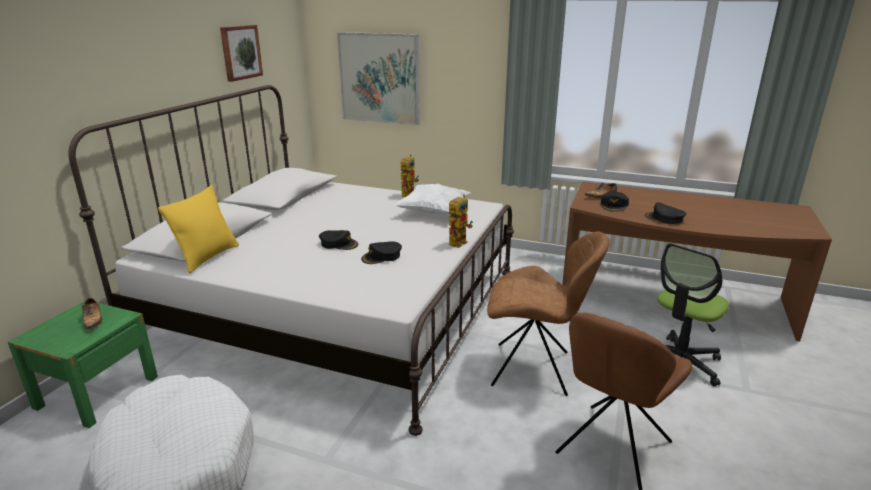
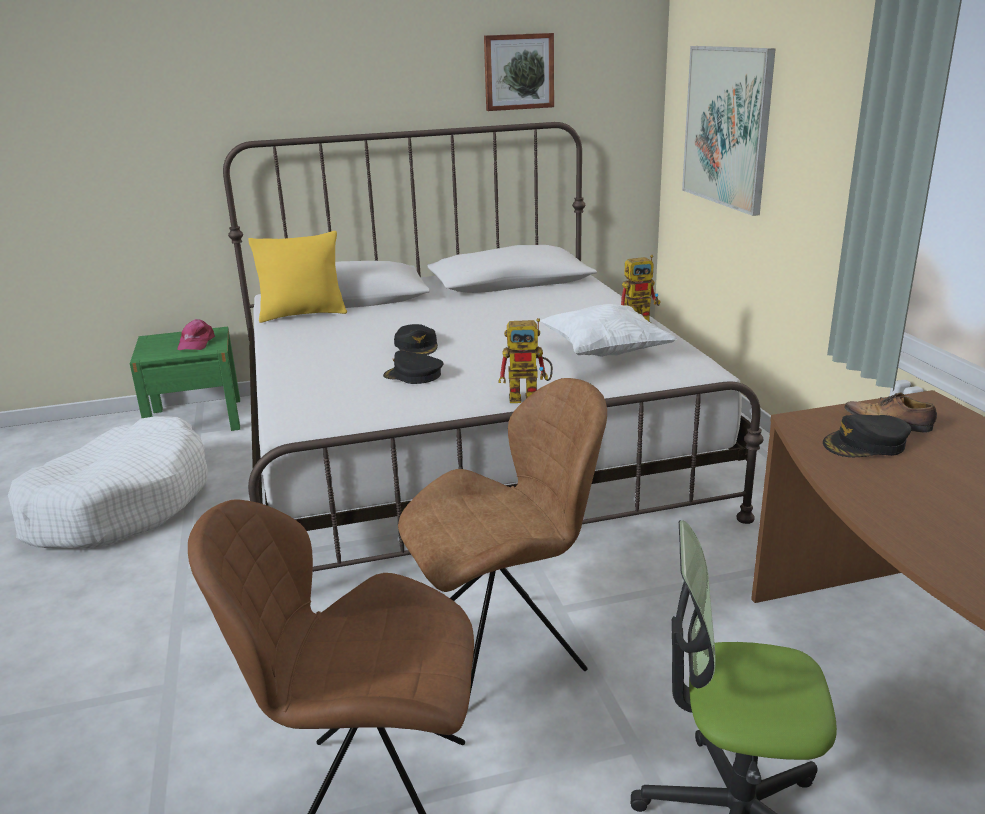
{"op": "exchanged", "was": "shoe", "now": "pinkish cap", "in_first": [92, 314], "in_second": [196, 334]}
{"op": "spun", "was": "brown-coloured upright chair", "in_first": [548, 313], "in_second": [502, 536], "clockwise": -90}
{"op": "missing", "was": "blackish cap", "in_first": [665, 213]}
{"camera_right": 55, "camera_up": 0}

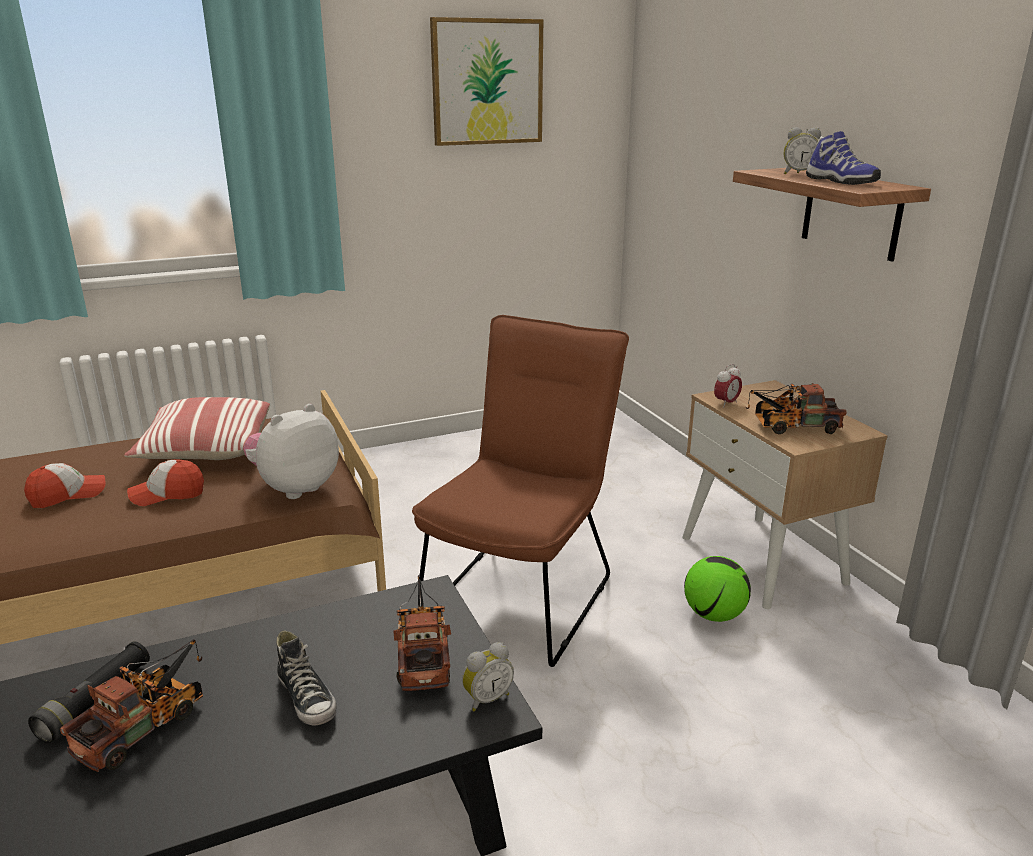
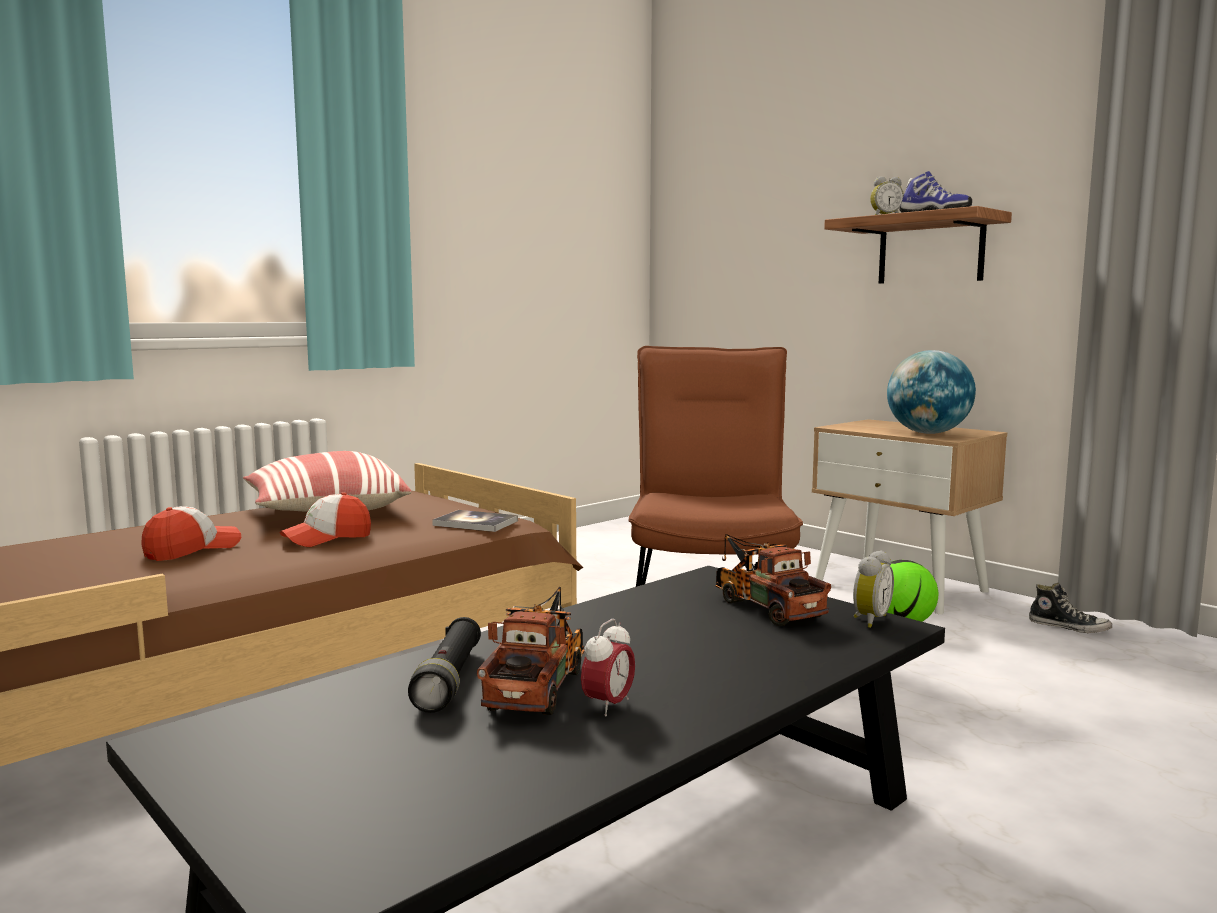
{"op": "exchanged", "was": "plush toy", "now": "volume", "in_first": [291, 451], "in_second": [475, 521]}
{"op": "relocated", "was": "shoe", "in_first": [306, 678], "in_second": [1070, 608]}
{"op": "missing", "was": "picture", "in_first": [486, 81]}
{"op": "relocated", "was": "table clock", "in_first": [728, 385], "in_second": [608, 668]}
{"op": "exchanged", "was": "toy truck", "now": "desk globe", "in_first": [796, 408], "in_second": [931, 392]}
{"camera_right": -20, "camera_up": -15}

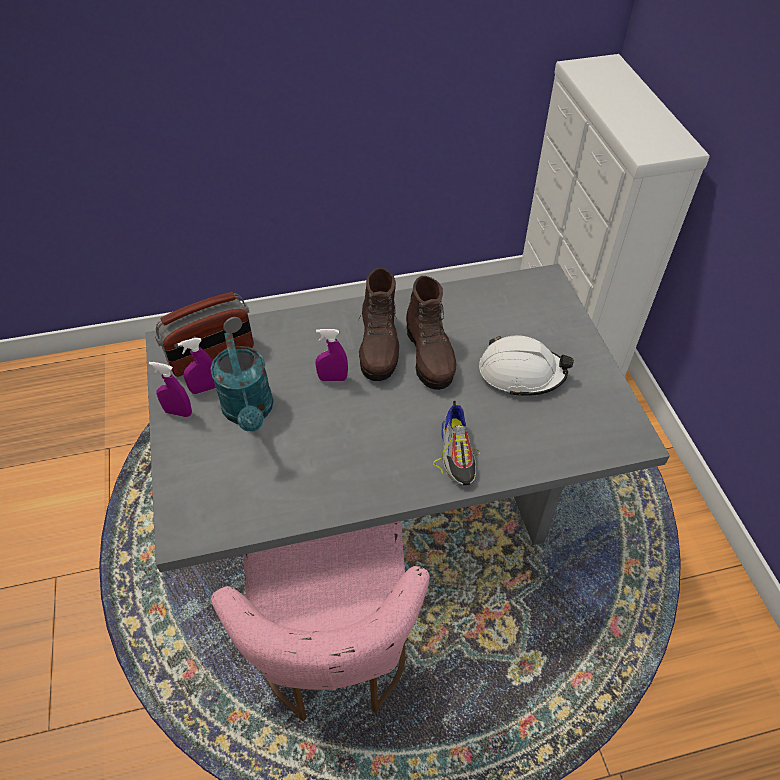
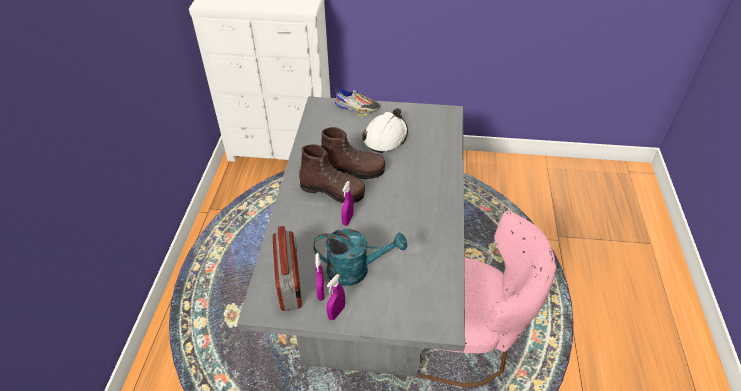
{"op": "relocated", "was": "shoe", "in_first": [456, 443], "in_second": [357, 102]}
{"camera_right": -70, "camera_up": -5}

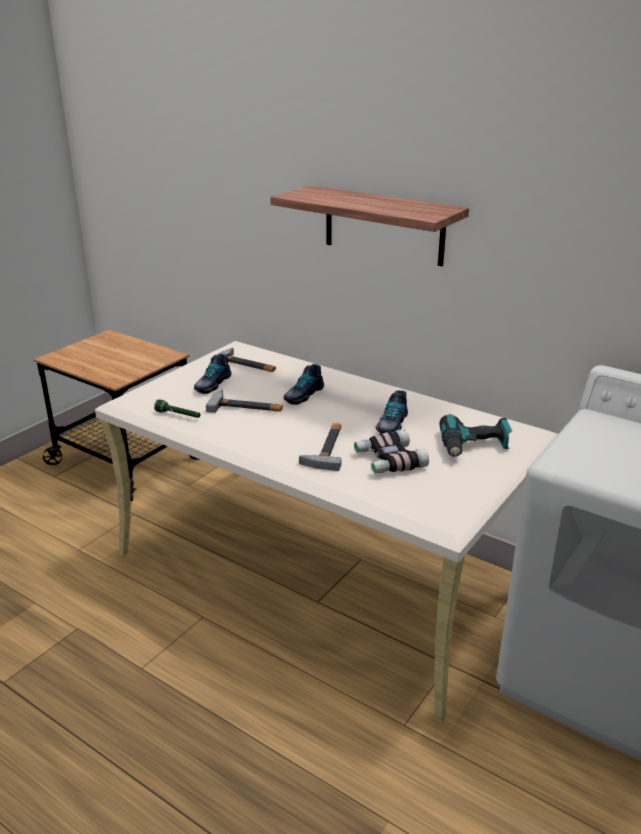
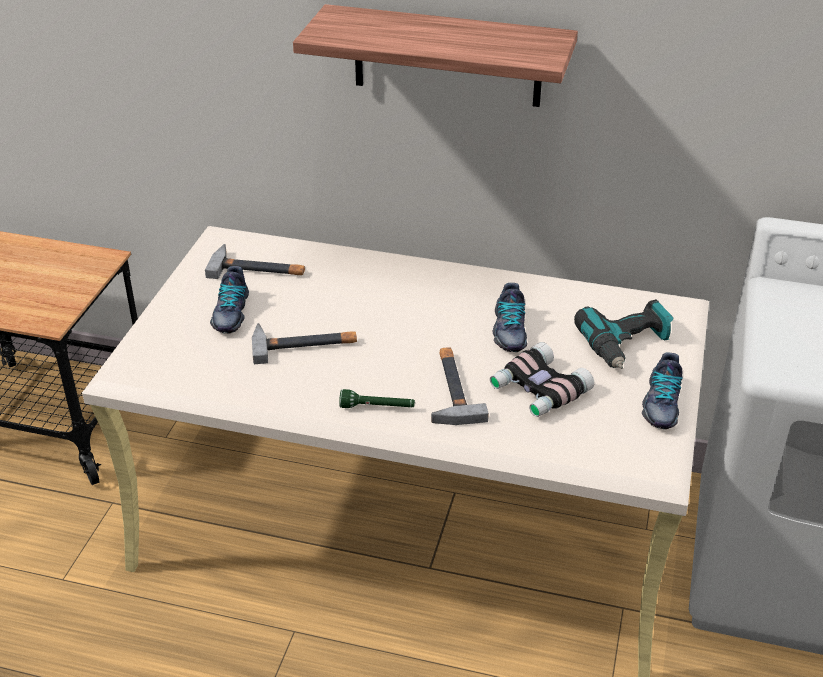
{"op": "relocated", "was": "greenish flashlight", "in_first": [177, 408], "in_second": [377, 398]}
{"op": "relocated", "was": "shoe", "in_first": [304, 384], "in_second": [662, 390]}
{"camera_right": -20, "camera_up": 10}

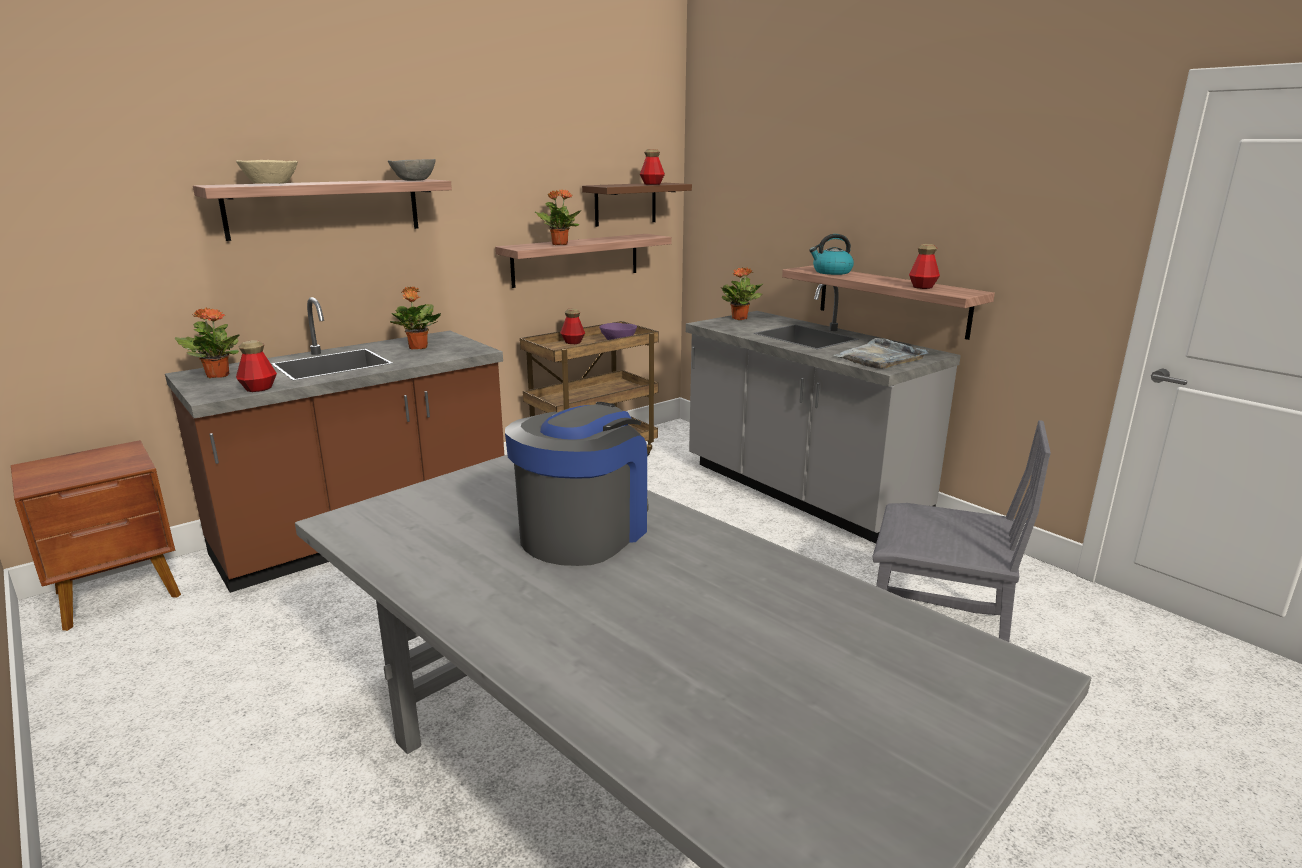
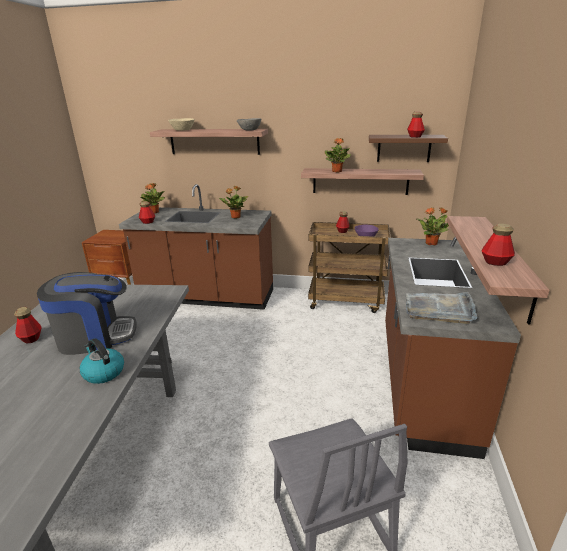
{"op": "colour", "was": "grey counter", "now": "brown-coloured counter", "in_first": [823, 414], "in_second": [453, 348]}
{"op": "relocated", "was": "tea kettle", "in_first": [831, 254], "in_second": [102, 361]}
{"op": "appeared", "now": "beverage bottle", "in_second": [28, 325]}
{"camera_right": 50, "camera_up": 5}

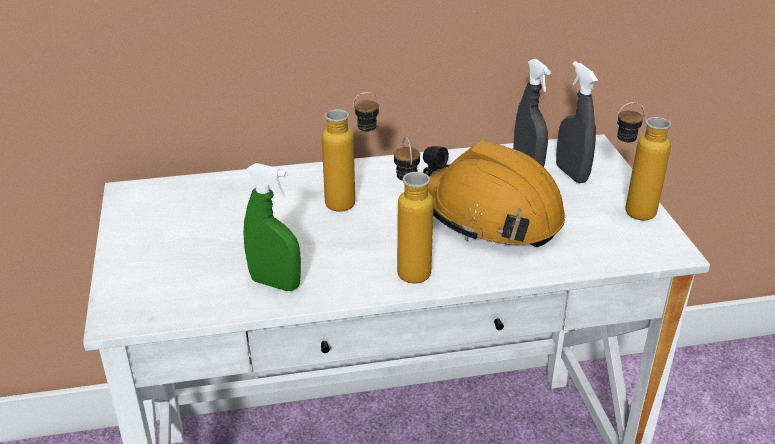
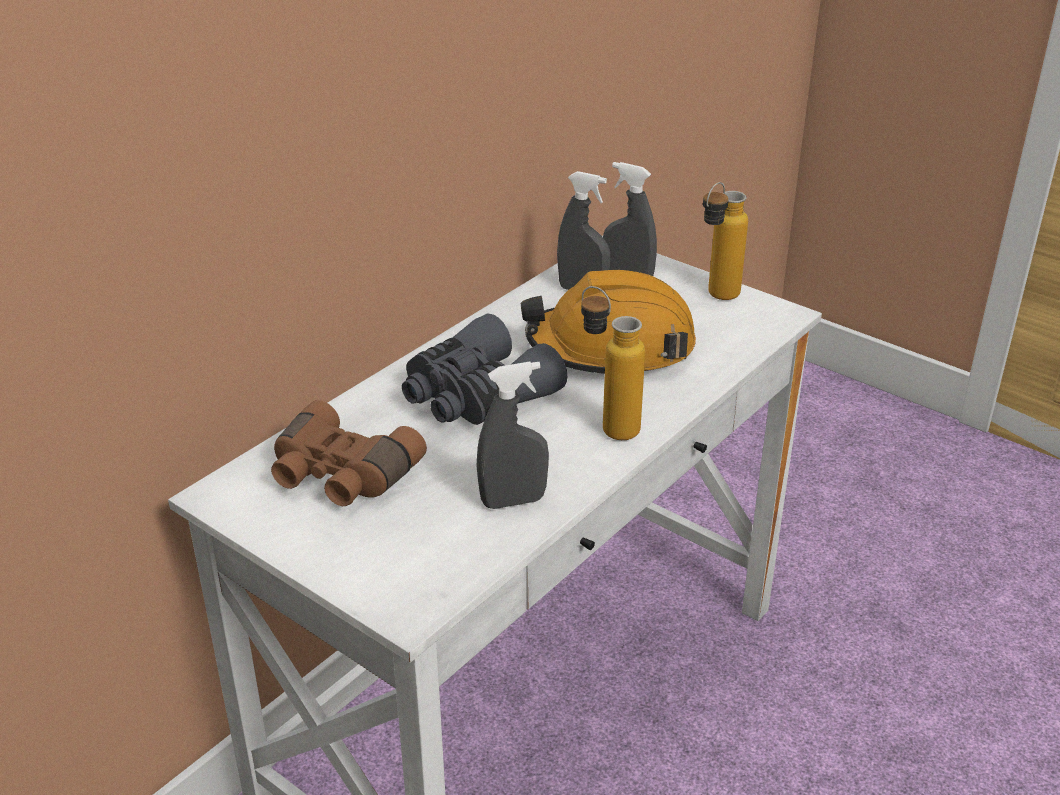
{"op": "colour", "was": "greenish spray bottle", "now": "grey spray bottle", "in_first": [272, 227], "in_second": [512, 435]}
{"op": "exchanged", "was": "beverage bottle", "now": "grey pair of binoculars", "in_first": [351, 152], "in_second": [484, 369]}
{"op": "appeared", "now": "brown-coloured pair of binoculars", "in_second": [349, 453]}
{"camera_right": -40, "camera_up": 0}

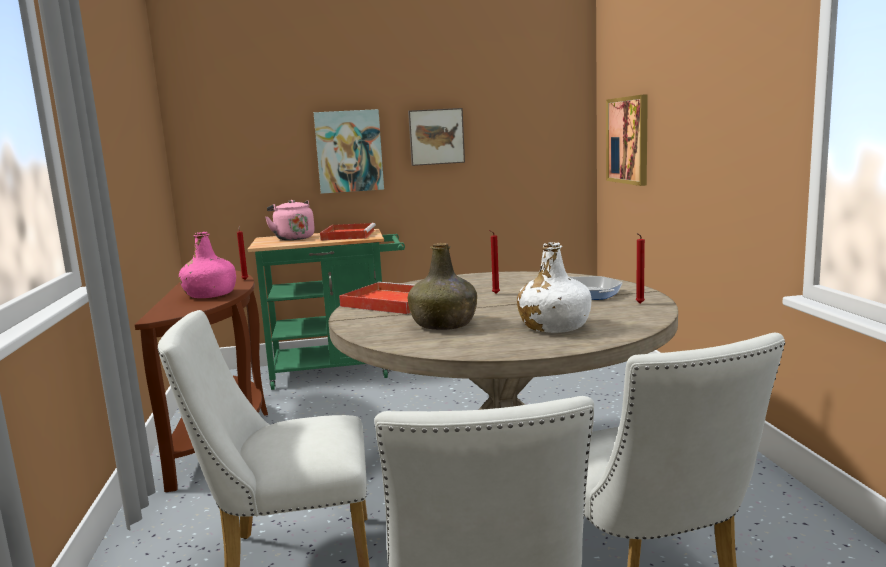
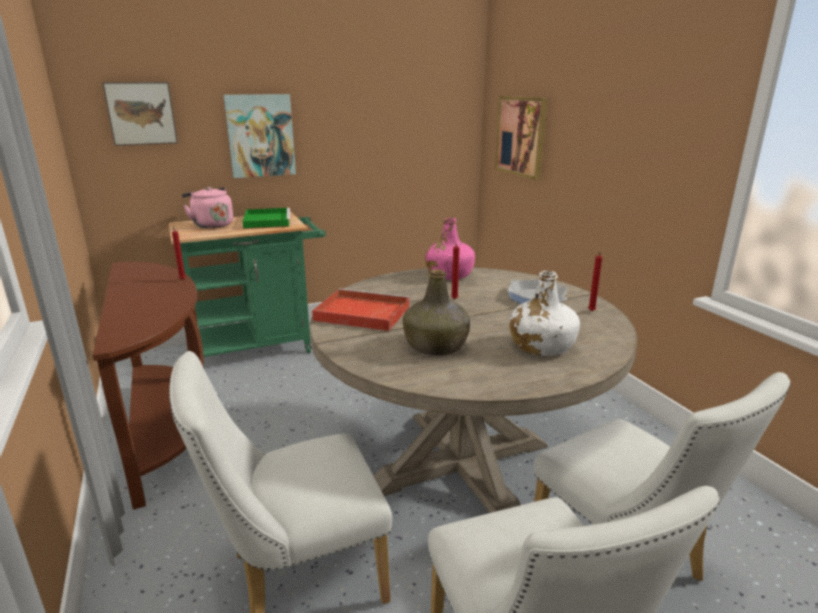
{"op": "relocated", "was": "pinkish beverage bottle", "in_first": [207, 265], "in_second": [450, 249]}
{"op": "colour", "was": "red serving tray", "now": "greenish serving tray", "in_first": [348, 231], "in_second": [266, 218]}
{"op": "relocated", "was": "picture", "in_first": [436, 137], "in_second": [140, 114]}
{"camera_right": -15, "camera_up": 10}

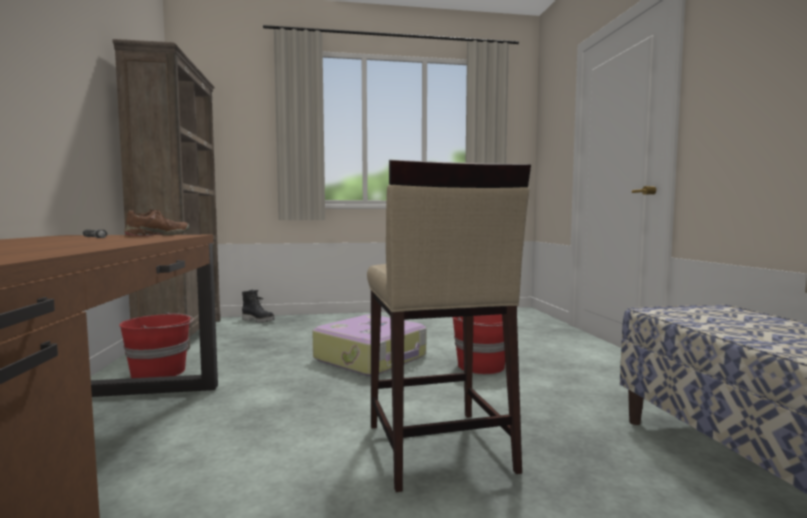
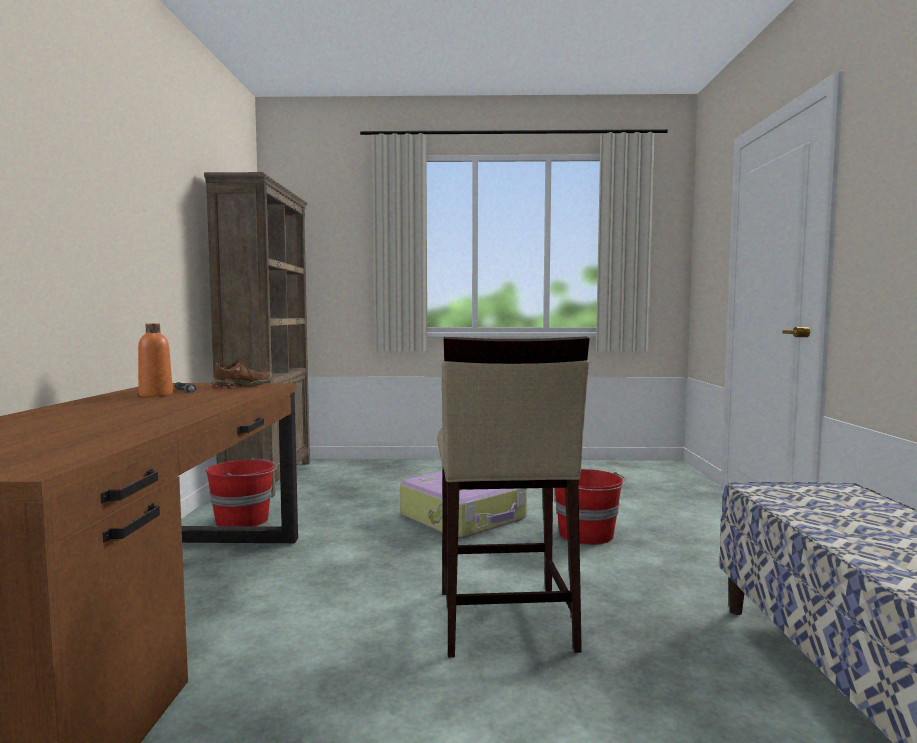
{"op": "missing", "was": "blackish tall boot", "in_first": [258, 306]}
{"op": "appeared", "now": "orange beverage bottle", "in_second": [155, 360]}
{"camera_right": 10, "camera_up": 0}

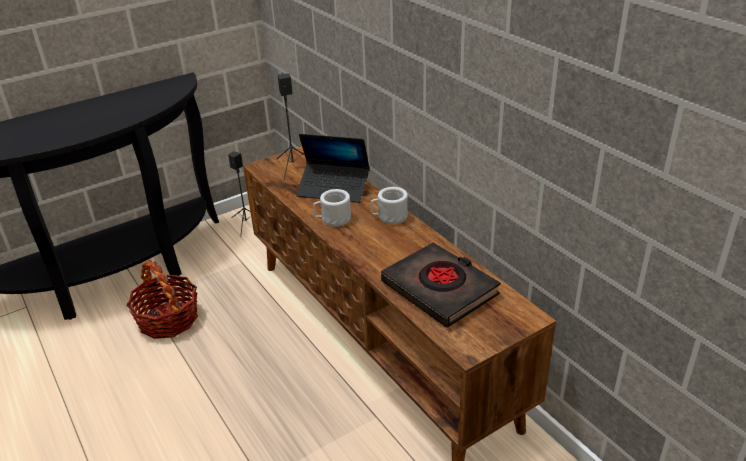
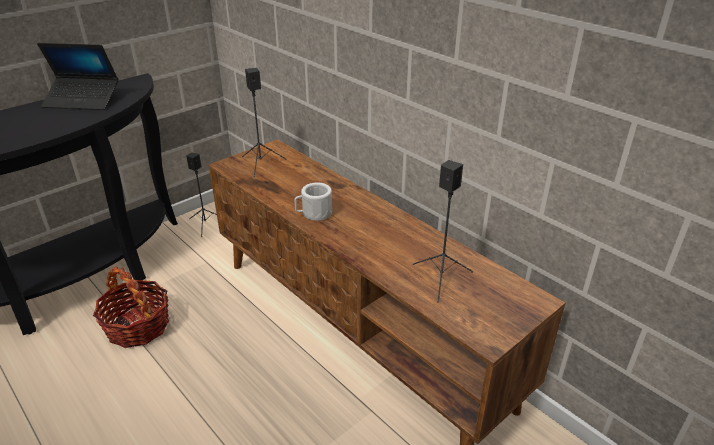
{"op": "relocated", "was": "laptop", "in_first": [333, 168], "in_second": [78, 76]}
{"op": "missing", "was": "whitish mug", "in_first": [389, 205]}
{"op": "exchanged", "was": "blackish volume", "now": "blackish speaker", "in_first": [441, 285], "in_second": [443, 231]}
{"camera_right": -10, "camera_up": 0}

